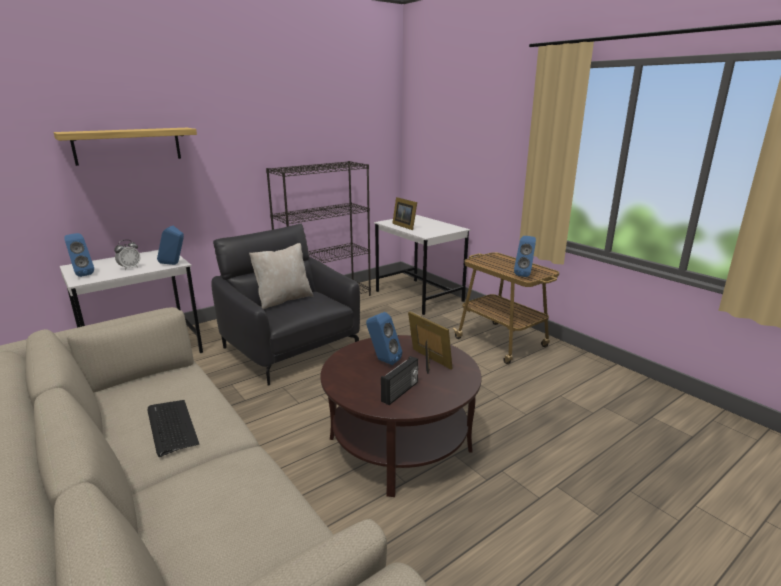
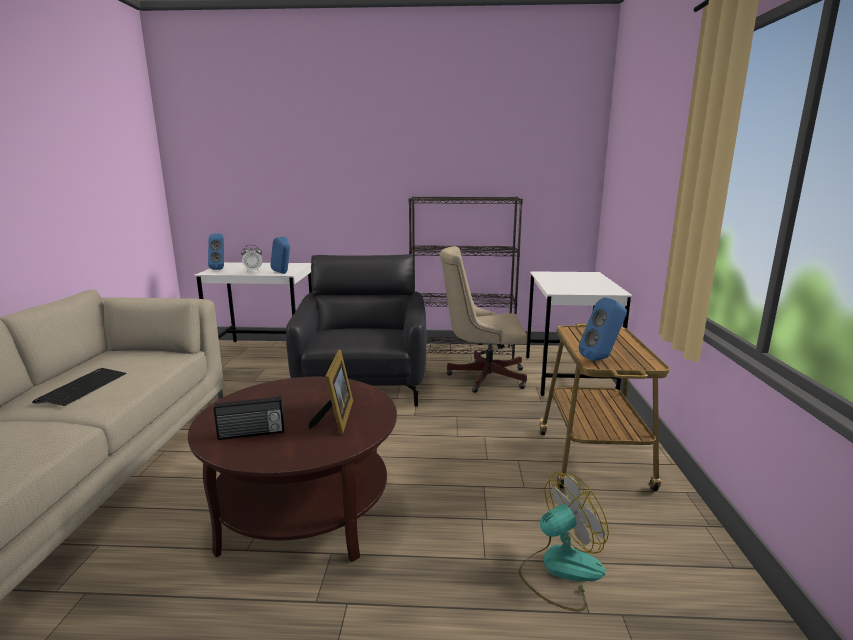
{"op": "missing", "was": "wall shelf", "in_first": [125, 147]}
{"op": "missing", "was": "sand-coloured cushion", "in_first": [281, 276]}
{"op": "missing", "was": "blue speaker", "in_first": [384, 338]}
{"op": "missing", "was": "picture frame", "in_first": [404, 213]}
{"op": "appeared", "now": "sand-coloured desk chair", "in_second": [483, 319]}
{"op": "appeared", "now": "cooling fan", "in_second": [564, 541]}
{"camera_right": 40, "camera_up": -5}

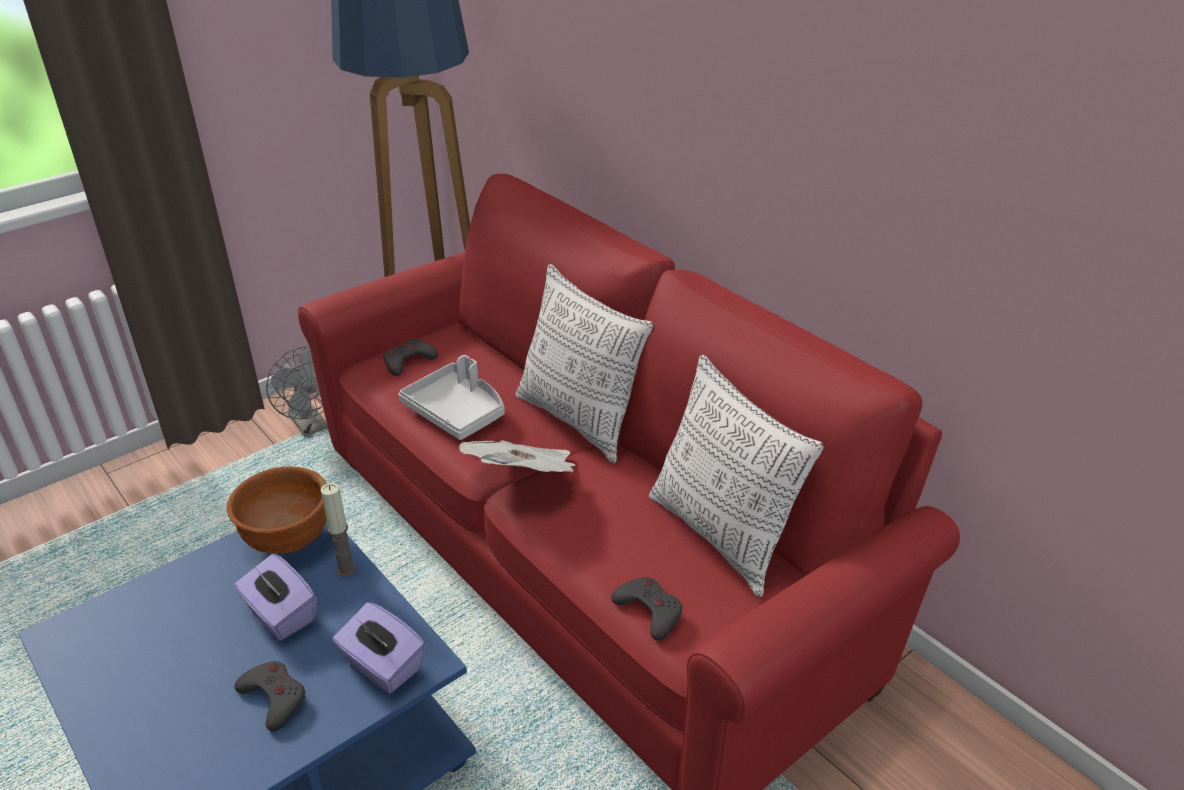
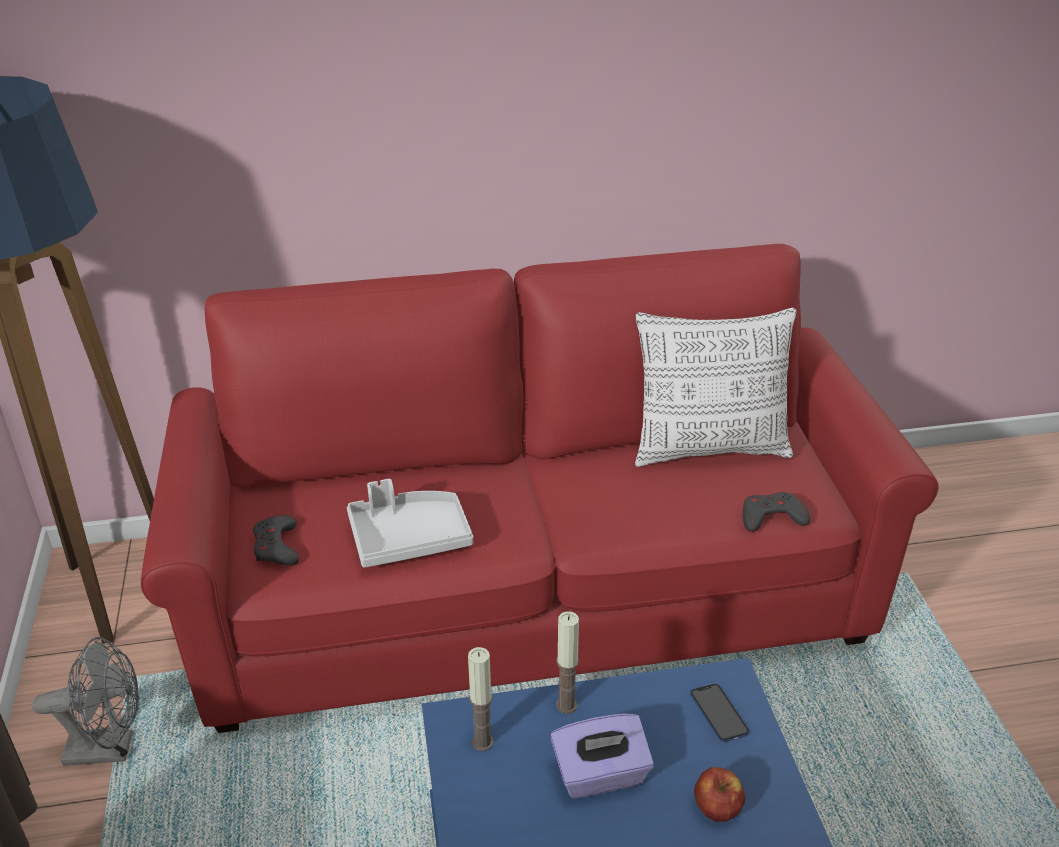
{"op": "exchanged", "was": "brown-coloured bowl", "now": "wax candle", "in_first": [276, 510], "in_second": [481, 699]}
{"op": "exchanged", "was": "grey gamepad", "now": "apple fruit", "in_first": [269, 696], "in_second": [720, 794]}
{"op": "exchanged", "was": "purple-coloured tissue holder", "now": "telephone", "in_first": [379, 648], "in_second": [719, 713]}
{"op": "missing", "was": "daily paper", "in_first": [517, 456]}
{"op": "missing", "was": "cushion", "in_first": [585, 363]}
{"camera_right": -60, "camera_up": 0}

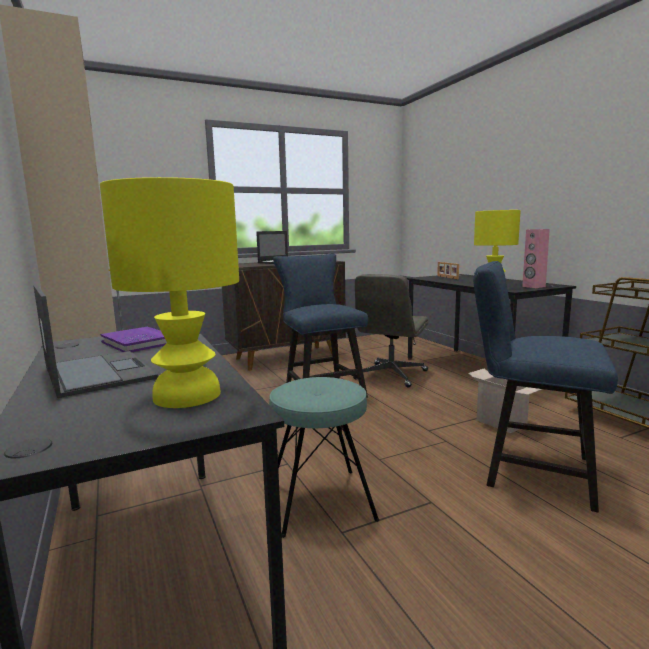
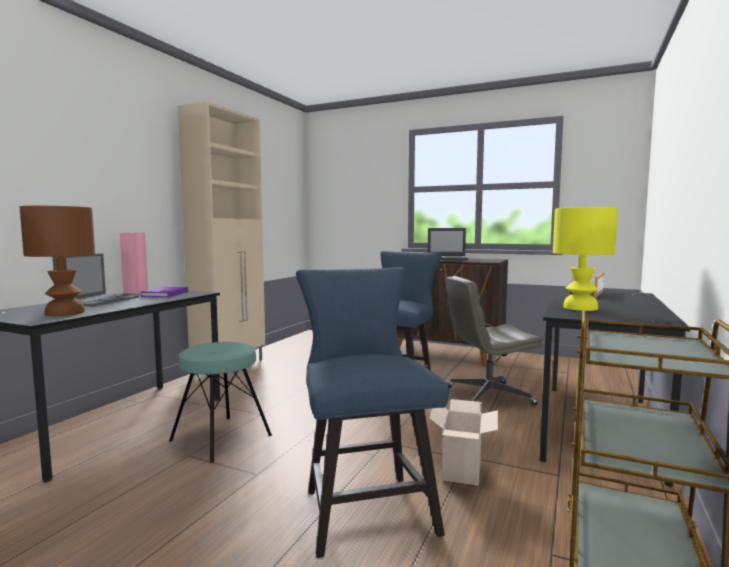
{"op": "colour", "was": "yellow lamp for a table", "now": "brown-coloured lamp for a table", "in_first": [169, 292], "in_second": [57, 261]}
{"op": "relocated", "was": "pinkish speaker", "in_first": [536, 258], "in_second": [134, 263]}
{"camera_right": 50, "camera_up": -5}

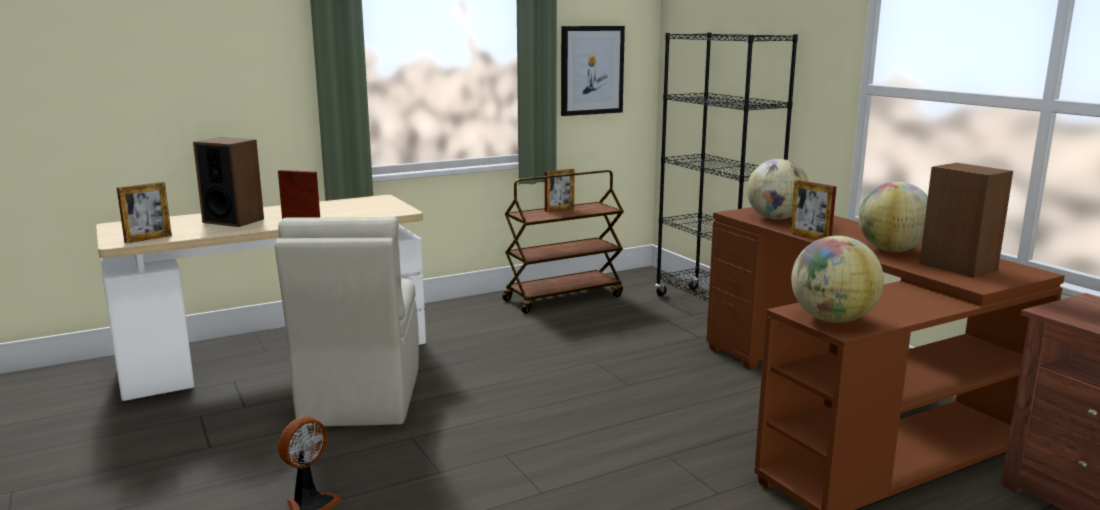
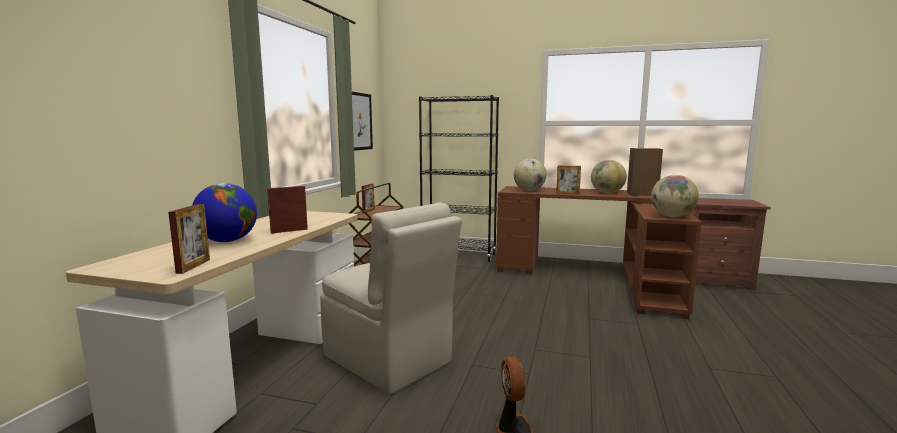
{"op": "exchanged", "was": "speaker", "now": "desk globe", "in_first": [228, 182], "in_second": [224, 212]}
{"camera_right": -45, "camera_up": -5}

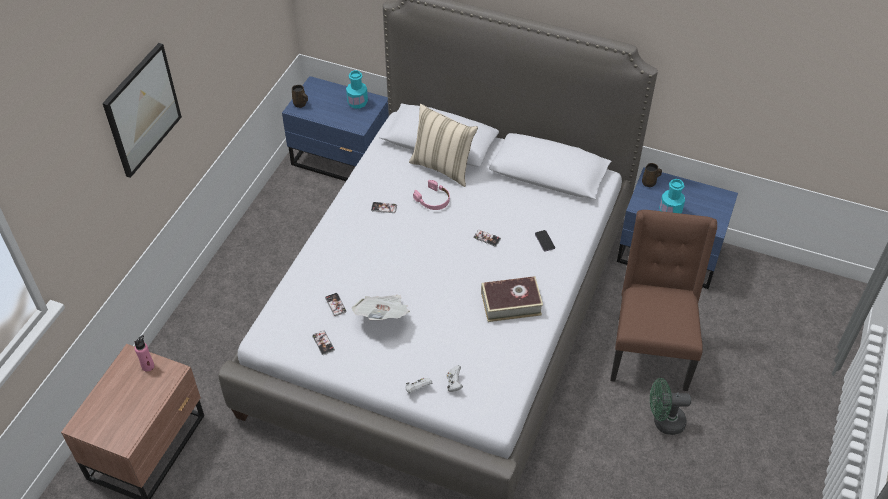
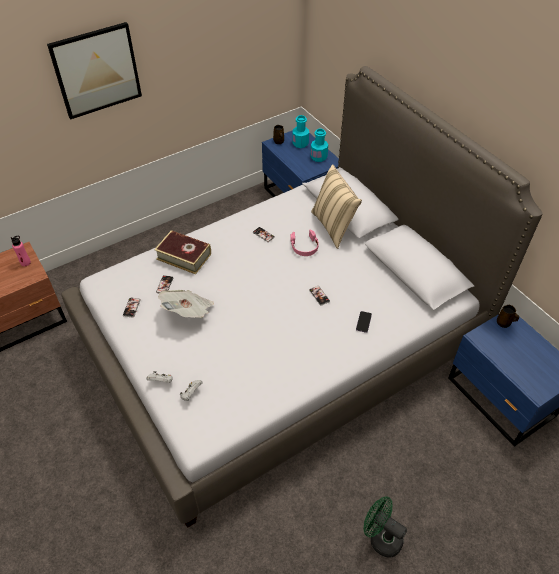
{"op": "relocated", "was": "volume", "in_first": [512, 299], "in_second": [182, 252]}
{"op": "missing", "was": "brown-coloured upright chair", "in_first": [663, 300]}
{"op": "relocated", "was": "turquoise beverage bottle", "in_first": [672, 196], "in_second": [300, 131]}
{"camera_right": 35, "camera_up": 0}

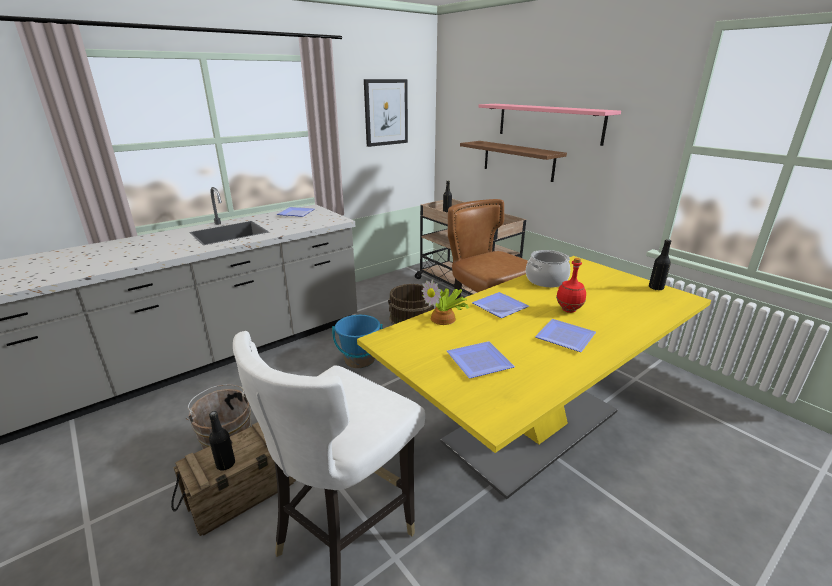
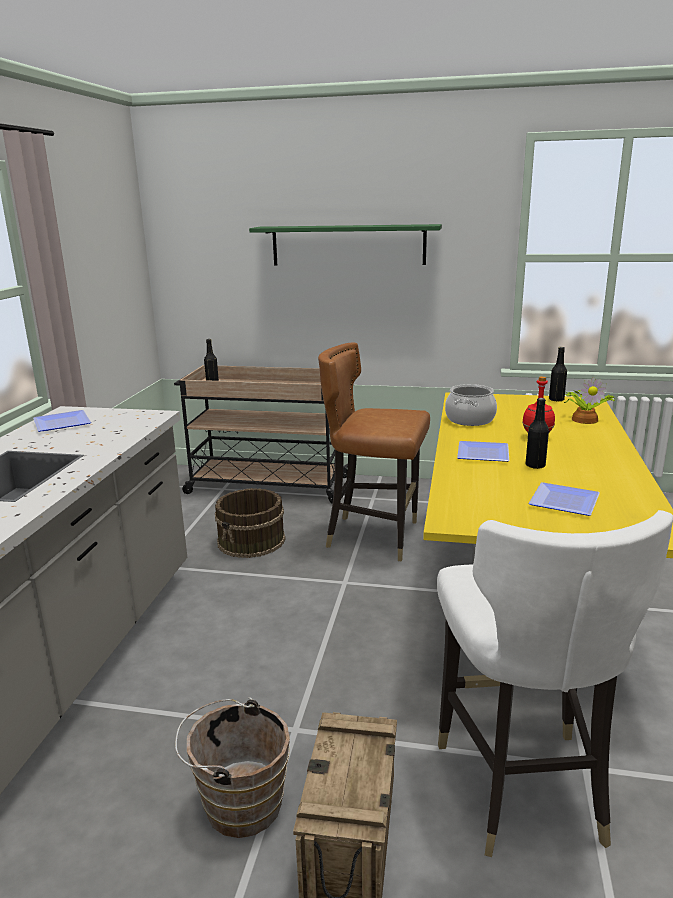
{"op": "relocated", "was": "blackish beverage bottle", "in_first": [222, 441], "in_second": [537, 433]}
{"op": "missing", "was": "blue water bucket", "in_first": [358, 341]}
{"op": "missing", "was": "picture", "in_first": [386, 113]}
{"op": "relocated", "was": "plant in a pot", "in_first": [445, 302], "in_second": [590, 400]}
{"op": "missing", "was": "brown-coloured wall shelf", "in_first": [513, 161]}
{"op": "colour", "was": "pinkish wall shelf", "now": "greenish wall shelf", "in_first": [549, 125], "in_second": [345, 244]}
{"op": "missing", "was": "flat dish", "in_first": [565, 335]}
{"camera_right": -40, "camera_up": -5}

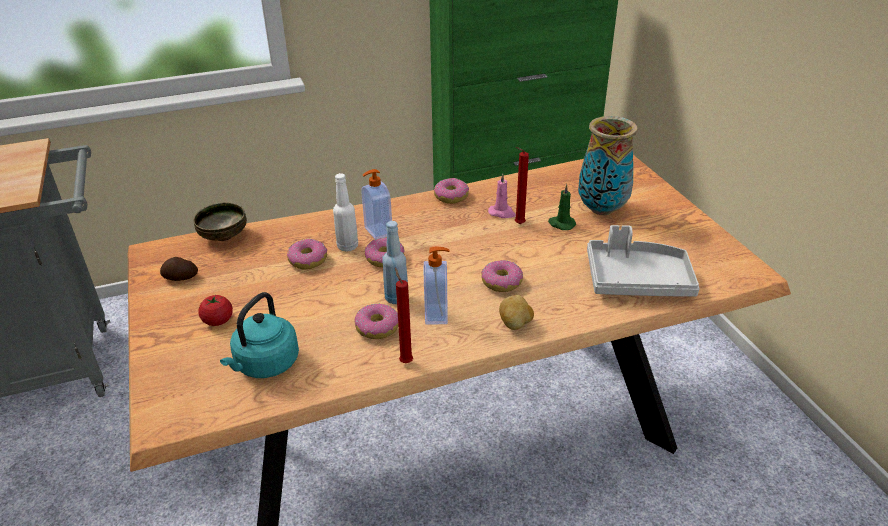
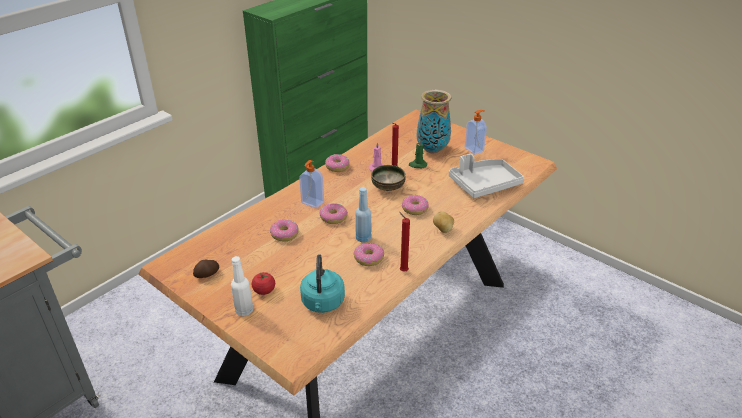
{"op": "relocated", "was": "bowl", "in_first": [220, 222], "in_second": [388, 178]}
{"op": "relocated", "was": "whitish beverage bottle", "in_first": [345, 212], "in_second": [242, 286]}
{"op": "relocated", "was": "soap dispenser", "in_first": [436, 286], "in_second": [476, 132]}
{"camera_right": -30, "camera_up": 0}

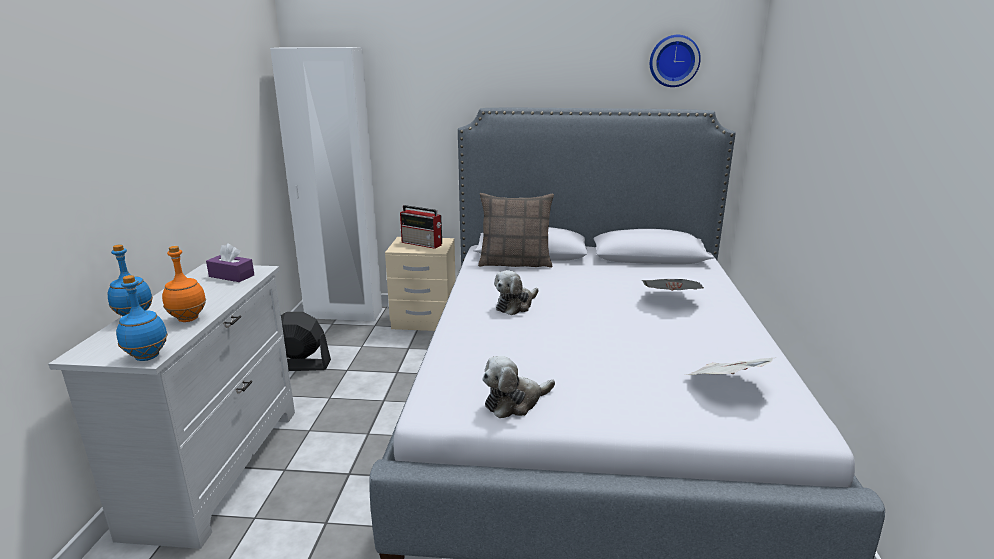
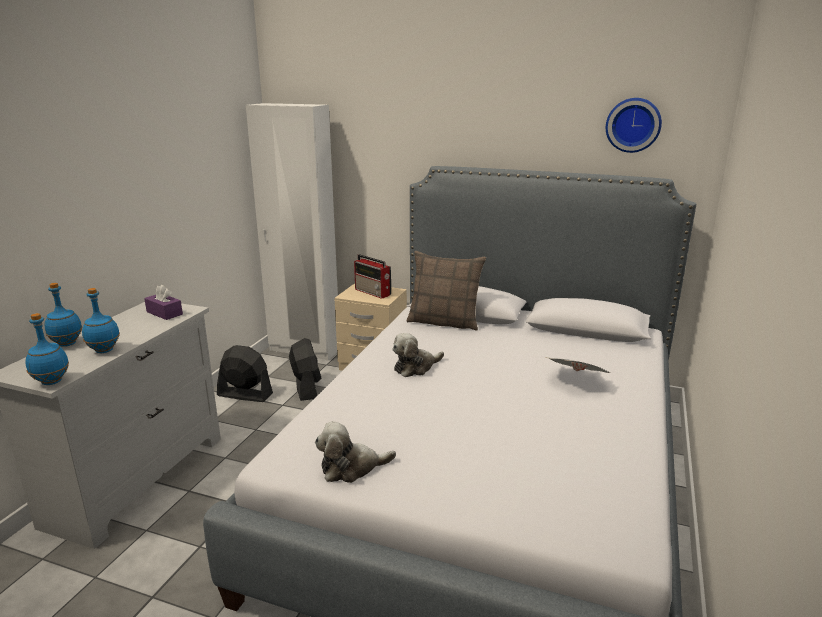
{"op": "colour", "was": "orange beverage bottle", "now": "blue beverage bottle", "in_first": [184, 284], "in_second": [101, 320]}
{"op": "missing", "was": "daily paper", "in_first": [732, 366]}
{"op": "appeared", "now": "blackish cooling fan", "in_second": [305, 369]}
{"camera_right": 15, "camera_up": 0}

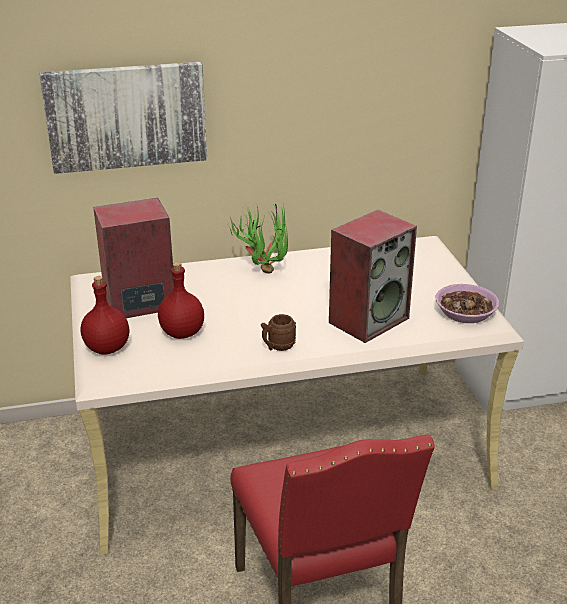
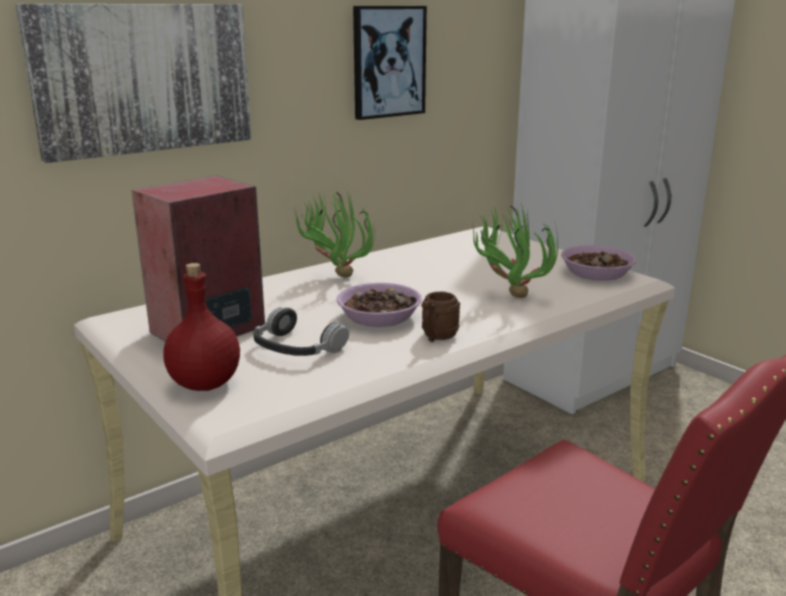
{"op": "exchanged", "was": "red beverage bottle", "now": "pair of headphones", "in_first": [181, 300], "in_second": [301, 331]}
{"op": "exchanged", "was": "speaker", "now": "plant in a pot", "in_first": [373, 276], "in_second": [515, 251]}
{"op": "appeared", "now": "bowl", "in_second": [379, 305]}
{"op": "appeared", "now": "picture", "in_second": [390, 63]}
{"camera_right": -25, "camera_up": -10}

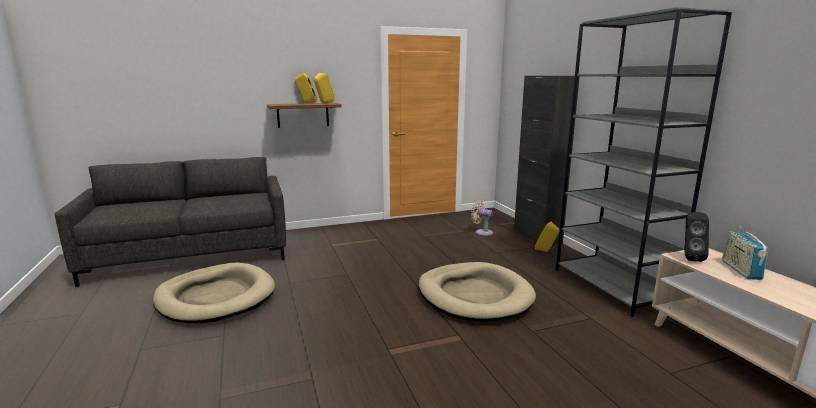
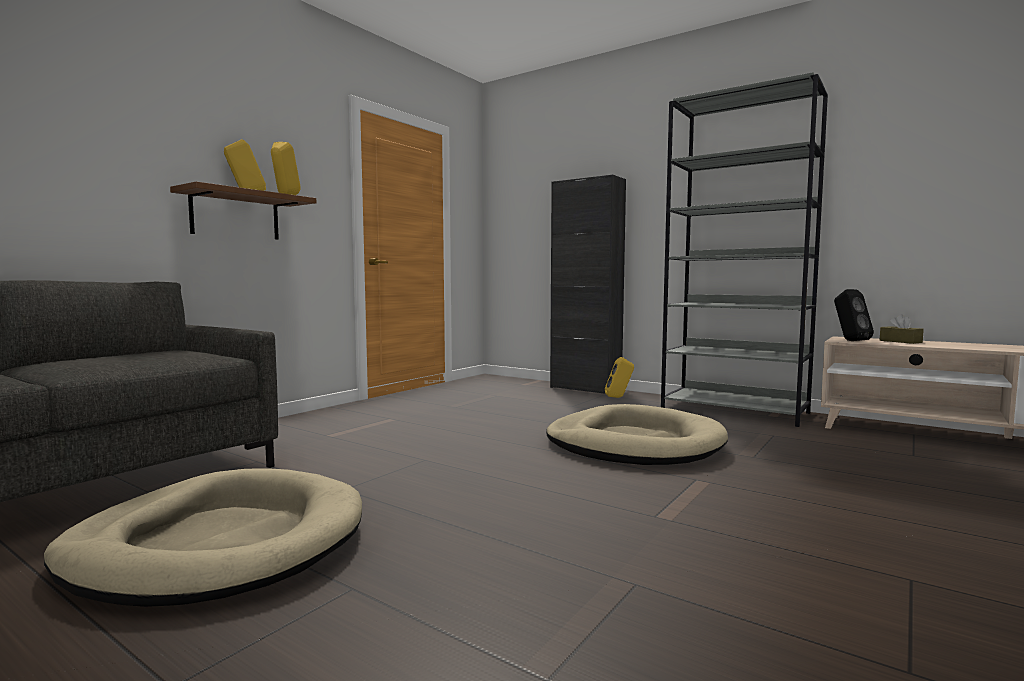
{"op": "missing", "was": "sand-coloured cooling fan", "in_first": [482, 218]}
{"op": "exchanged", "was": "radio set", "now": "brown-coloured tissue holder", "in_first": [745, 253], "in_second": [902, 329]}
{"camera_right": -35, "camera_up": -10}

